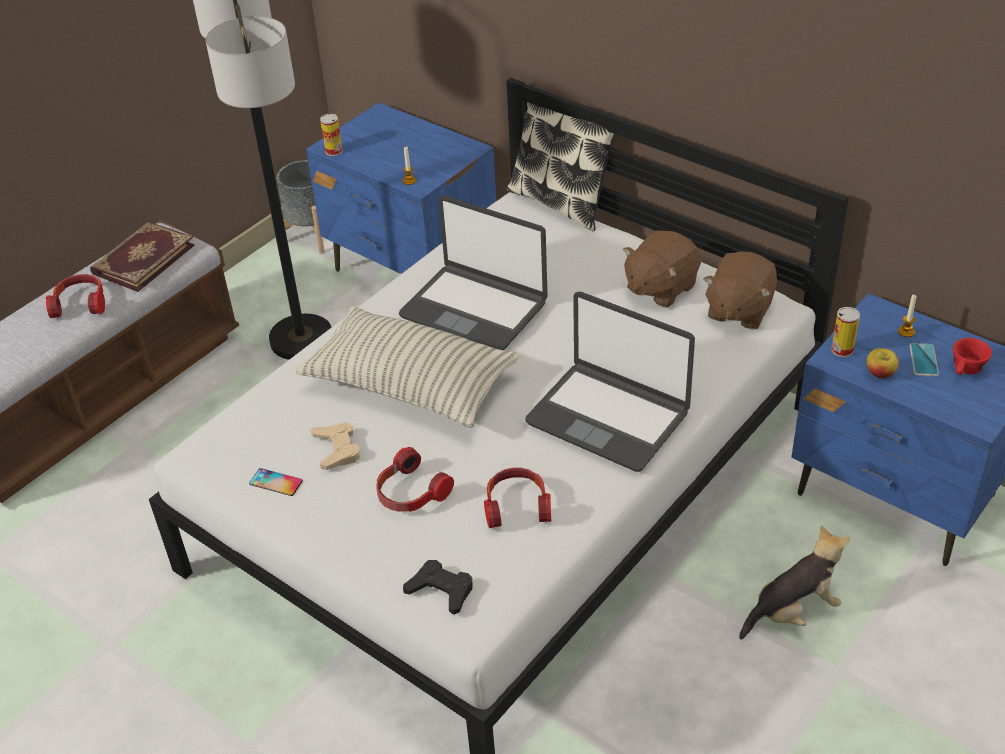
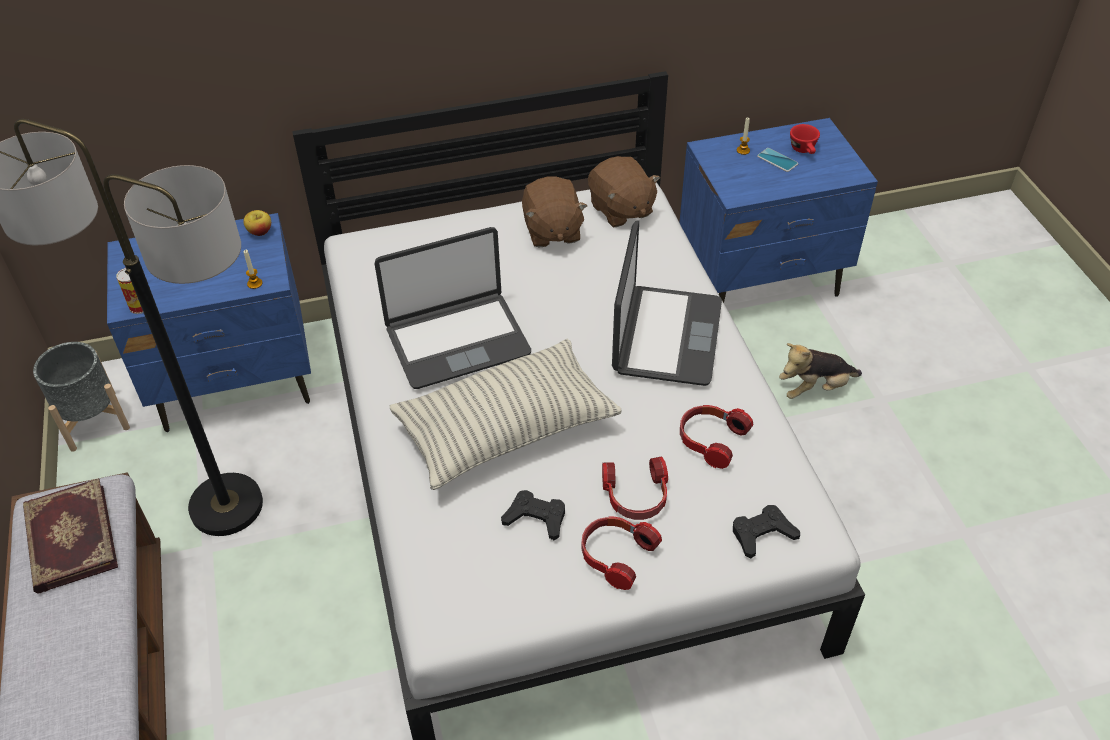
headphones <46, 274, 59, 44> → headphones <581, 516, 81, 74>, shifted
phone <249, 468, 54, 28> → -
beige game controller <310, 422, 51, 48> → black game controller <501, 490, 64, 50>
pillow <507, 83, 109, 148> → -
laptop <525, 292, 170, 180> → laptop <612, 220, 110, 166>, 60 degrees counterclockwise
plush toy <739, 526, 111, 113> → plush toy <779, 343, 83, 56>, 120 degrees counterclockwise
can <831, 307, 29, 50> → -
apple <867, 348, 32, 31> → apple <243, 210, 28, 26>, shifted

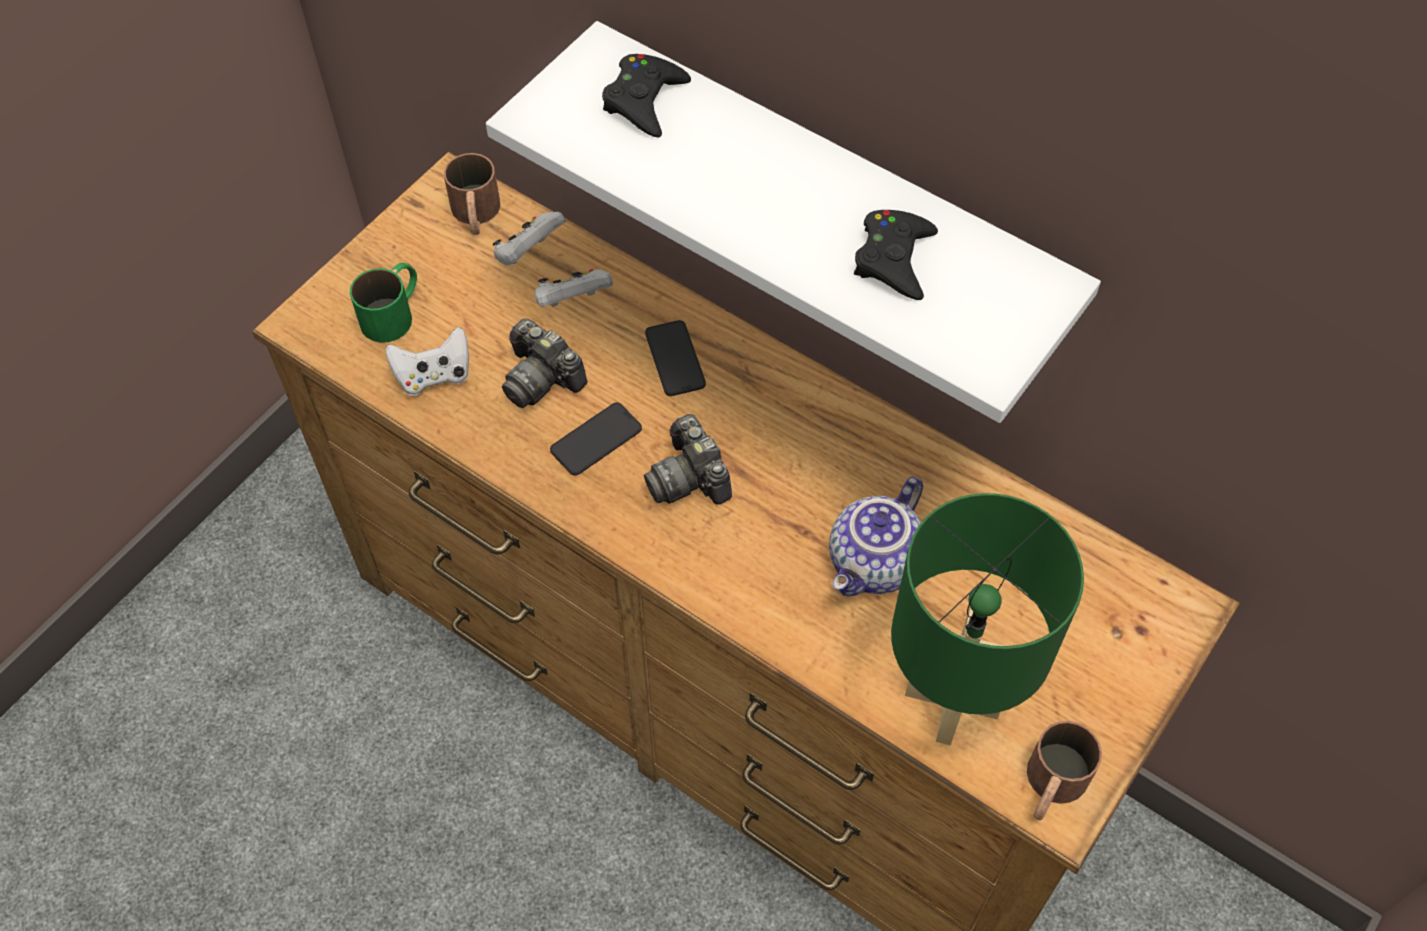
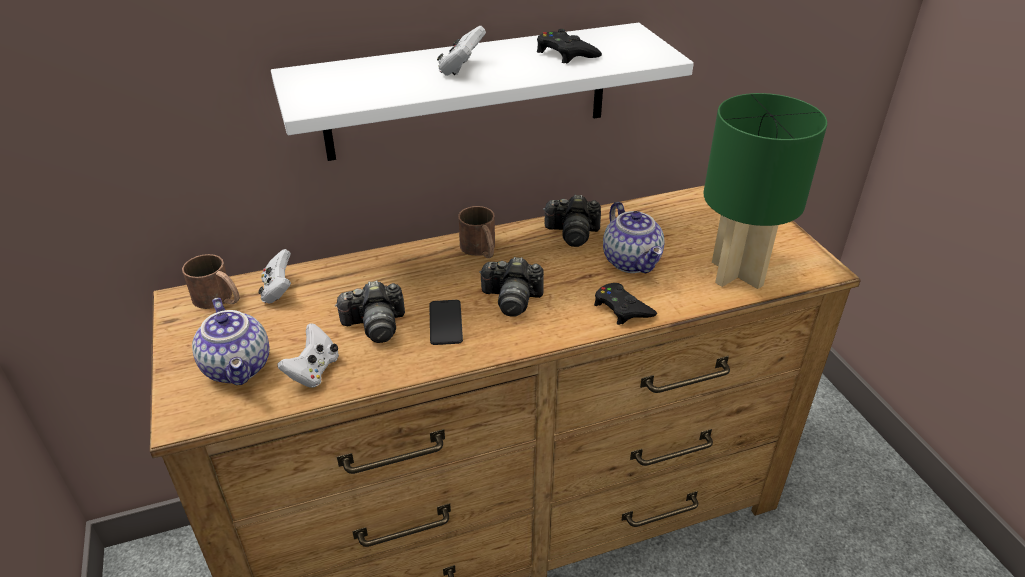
green mug <350, 263, 67, 80> → teapot <192, 297, 78, 88>
white game controller <535, 269, 78, 38> → white game controller <437, 26, 49, 50>, shifted
black game controller <602, 54, 89, 83> → black game controller <594, 283, 63, 42>, shifted
phone <645, 320, 61, 76> → -
brown mug <1027, 721, 75, 99> → brown mug <458, 206, 37, 52>, shifted
- → photo camera <543, 195, 58, 52>

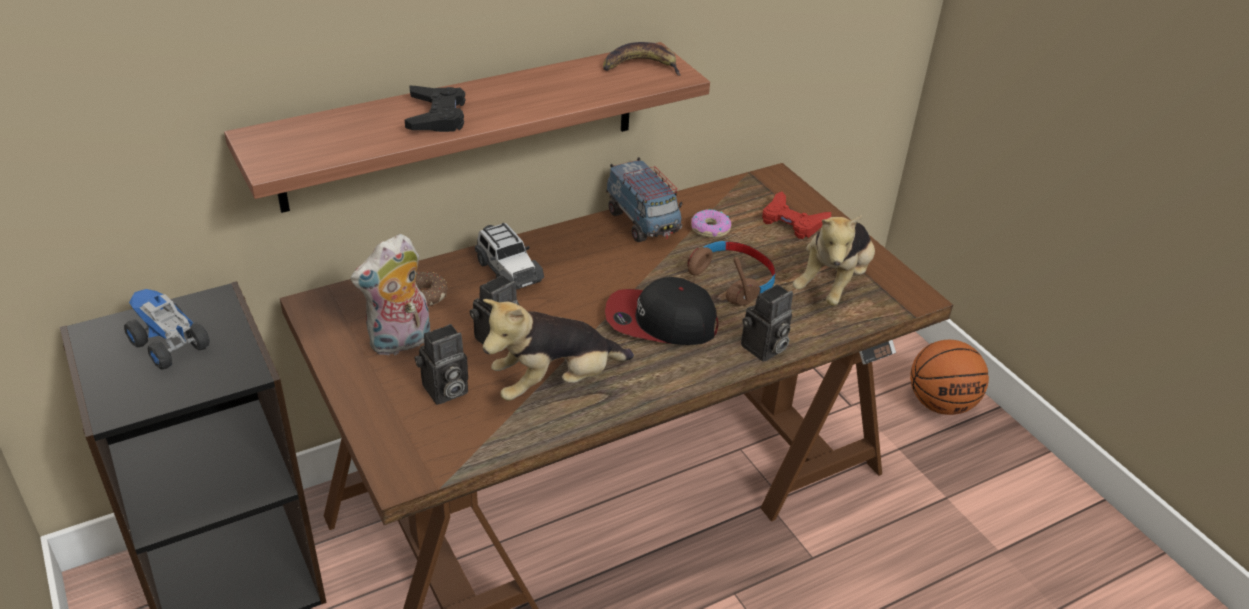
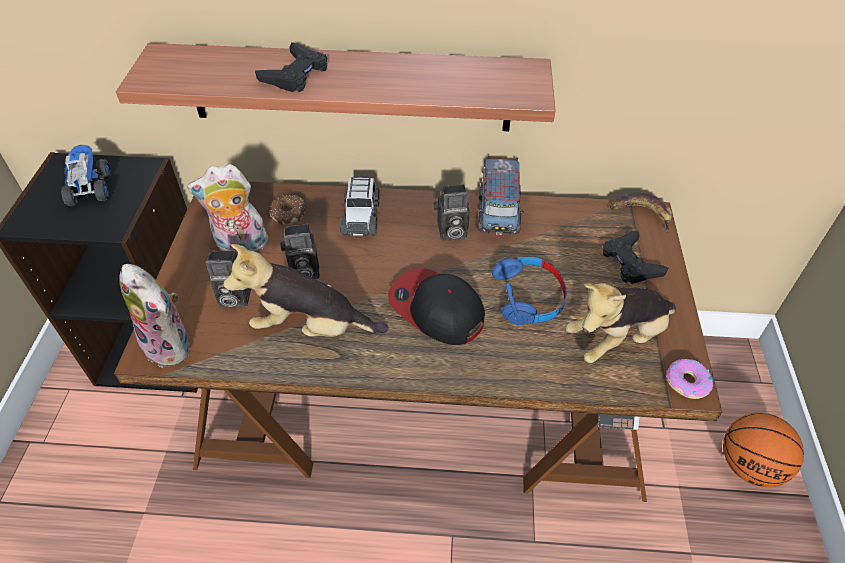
banana <603, 42, 78, 34> → banana <610, 193, 62, 41>, shifted
brown headphones <687, 241, 89, 64> → blue headphones <492, 257, 75, 68>
donut <691, 209, 40, 29> → donut <666, 359, 47, 40>, shifted
photo camera <741, 284, 52, 78> → photo camera <434, 184, 36, 57>, shifted
red game controller <762, 191, 69, 48> → black game controller <603, 231, 65, 53>
- → plush toy <119, 264, 71, 104>

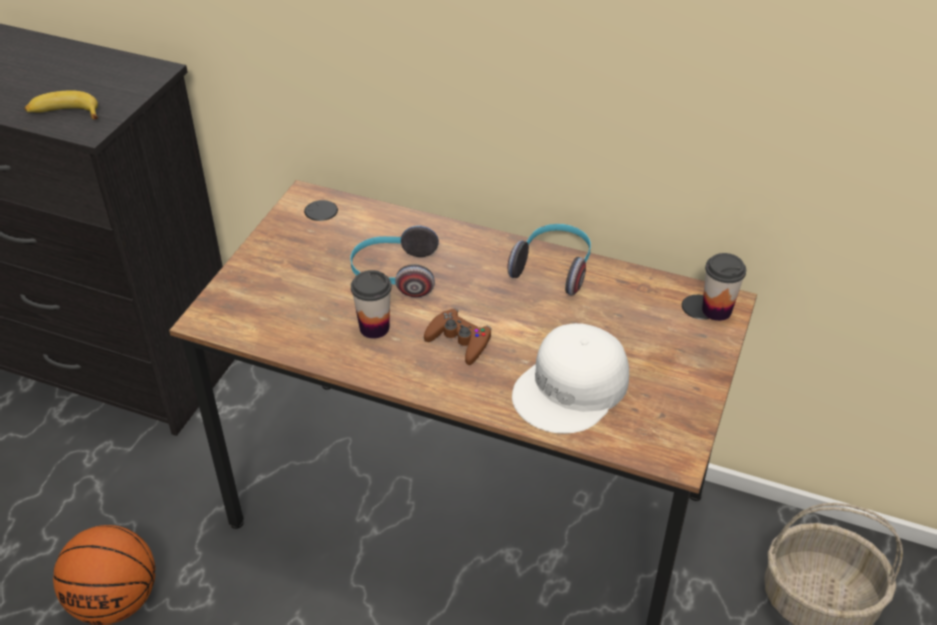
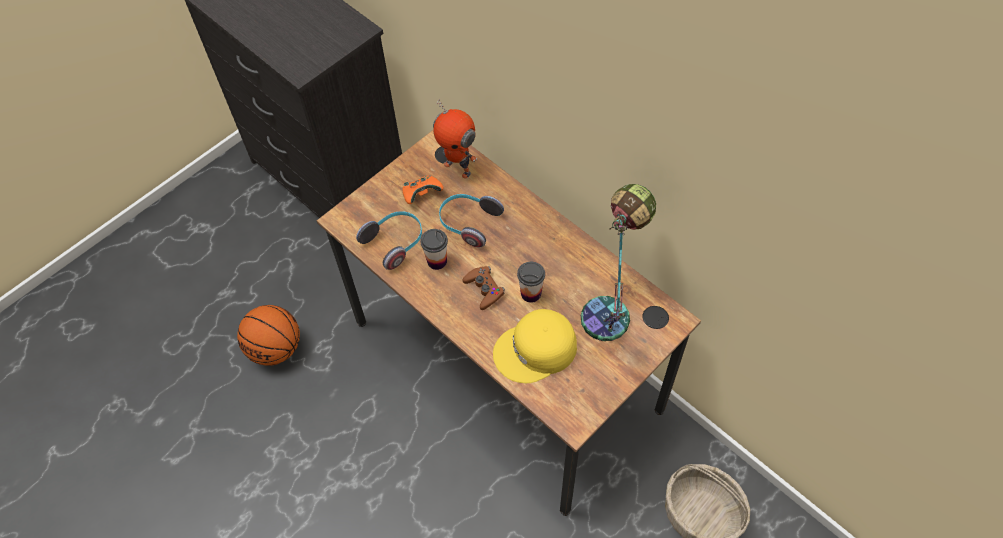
banana <24, 90, 74, 30> → -
headphones <507, 224, 84, 71> → headphones <356, 211, 66, 59>, shifted
white cap <512, 323, 117, 111> → yellow cap <493, 309, 84, 74>
cup <702, 253, 44, 68> → cup <517, 261, 28, 42>, shifted
- → orange game controller <402, 176, 42, 28>
- → toy robot <433, 99, 44, 80>
- → table lamp <581, 184, 75, 157>

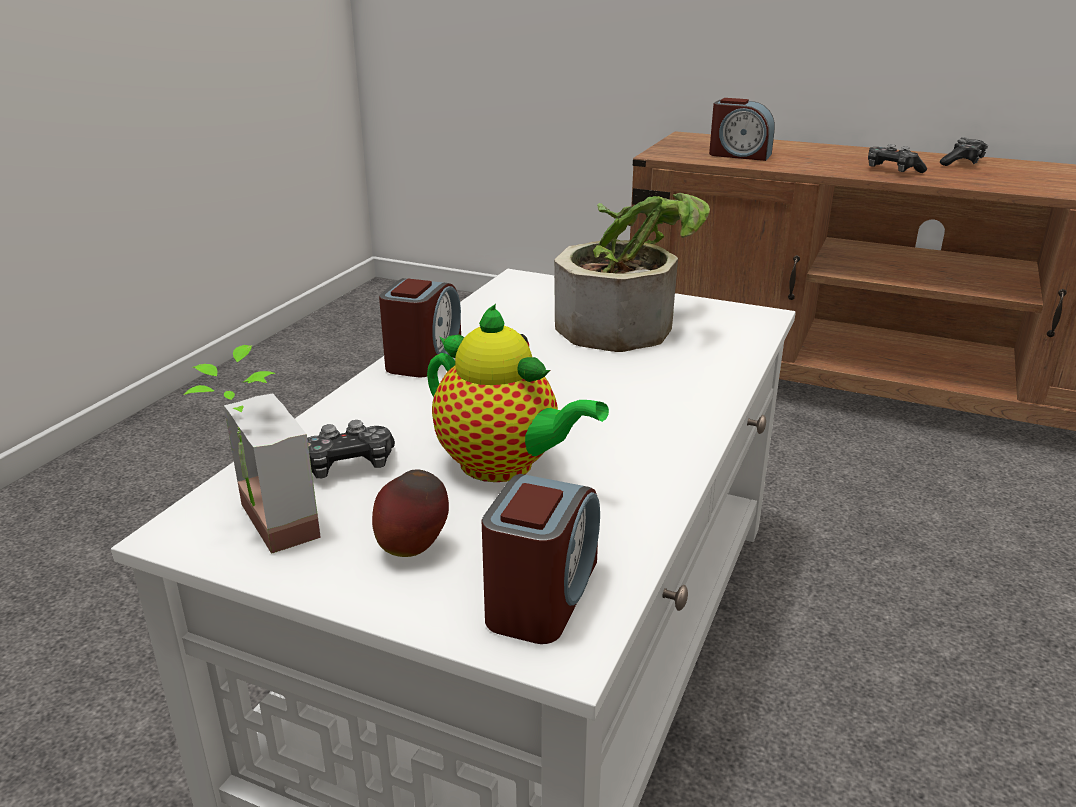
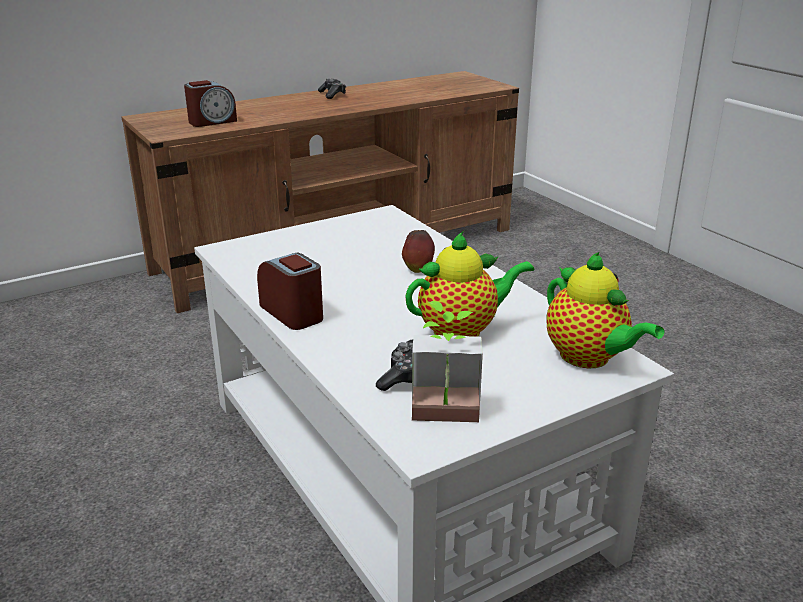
apple <372, 470, 77, 87> → apple <402, 230, 33, 43>, shifted
alarm clock <482, 474, 118, 170> → teapot <547, 252, 117, 117>
potted plant <554, 193, 156, 159> → -
game controller <868, 144, 59, 29> → -

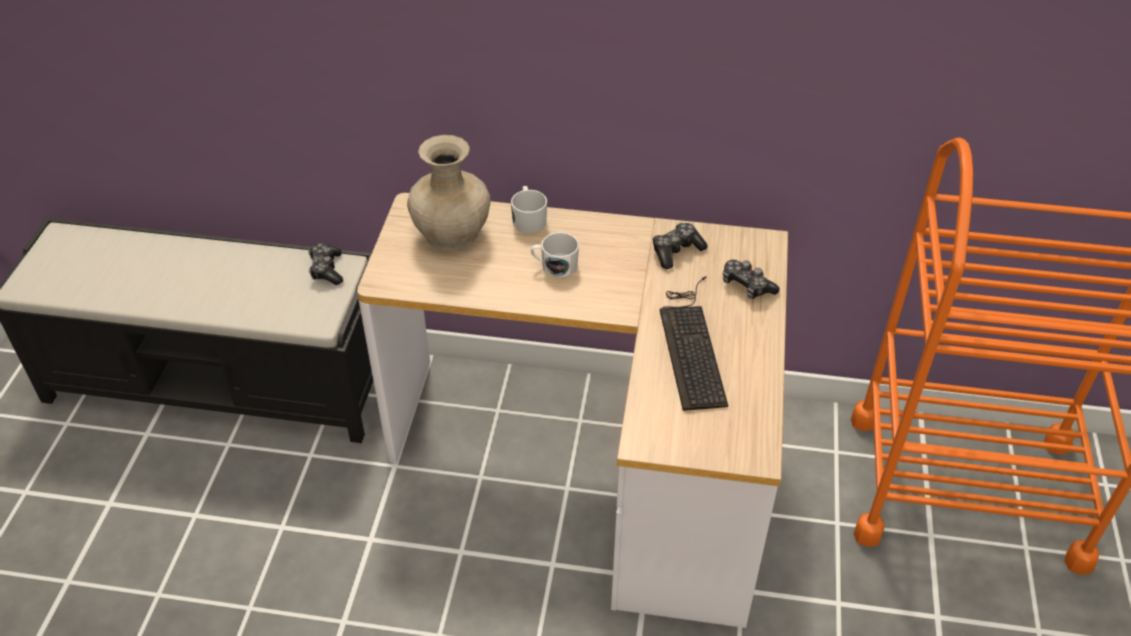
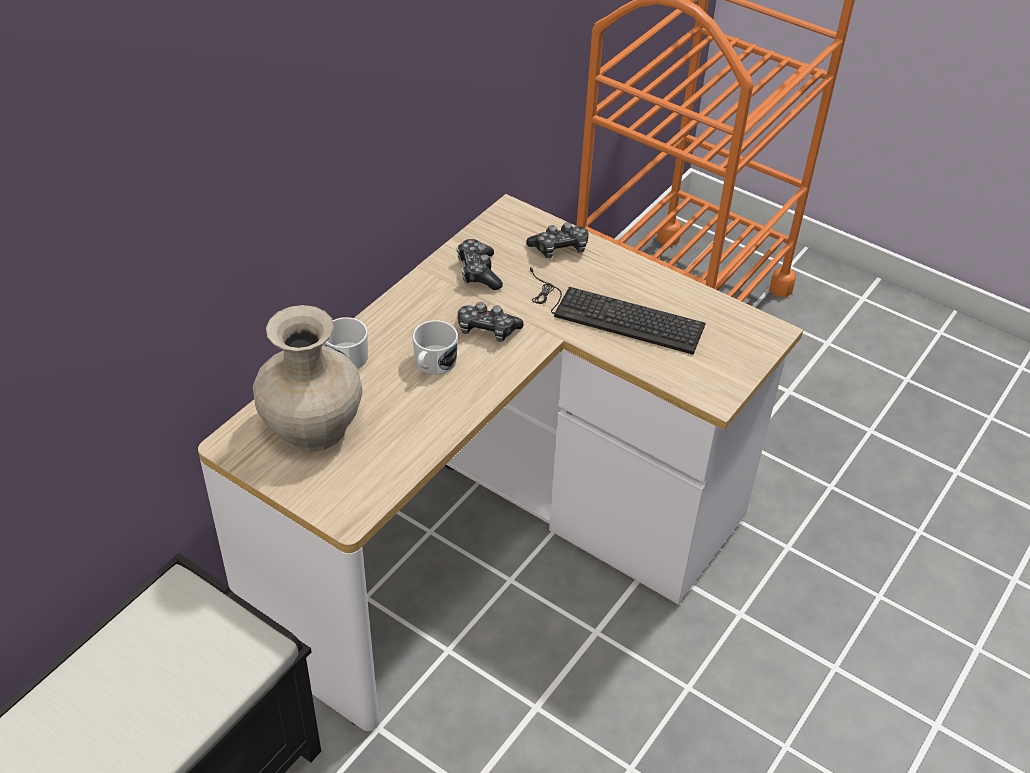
game controller <308, 243, 35, 42> → game controller <458, 302, 66, 40>, shifted

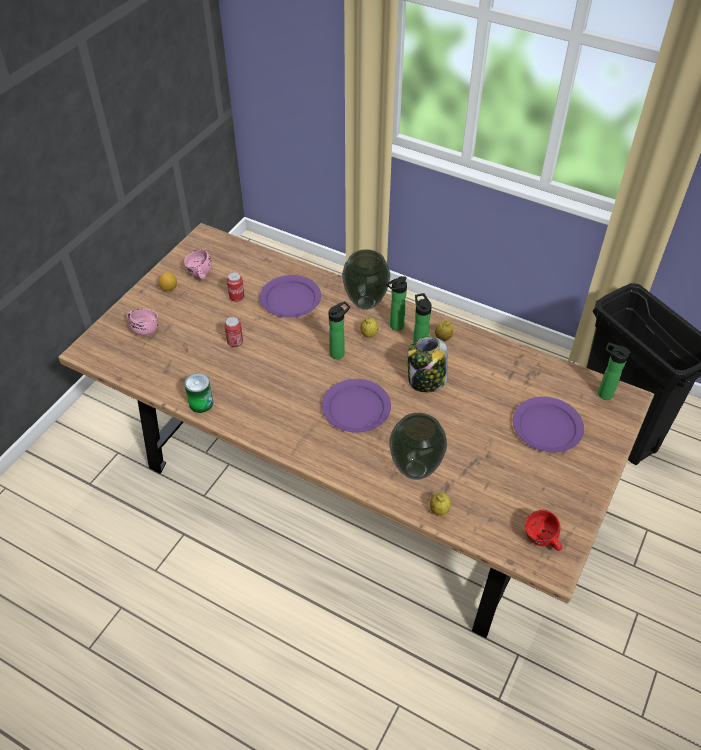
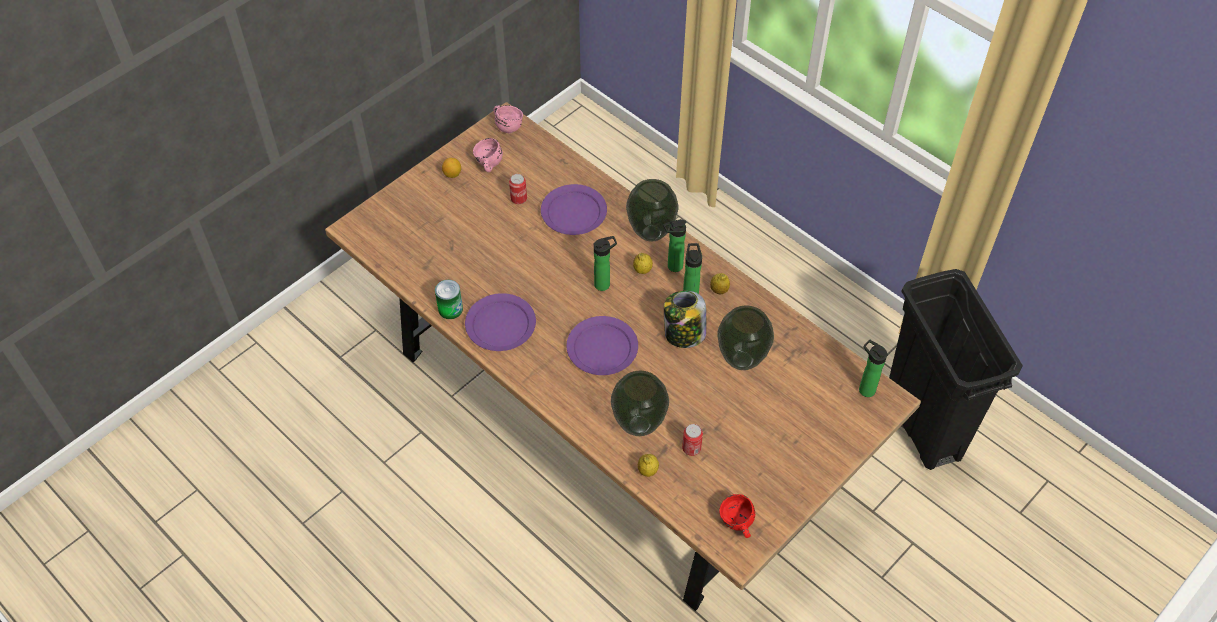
pink mug <127, 309, 31, 27> → pink mug <494, 105, 29, 29>, shifted
can <224, 317, 19, 30> → can <682, 424, 21, 32>, shifted
purple plate <513, 397, 71, 55> → purple plate <465, 293, 71, 58>, shifted
- → vase <717, 306, 57, 64>

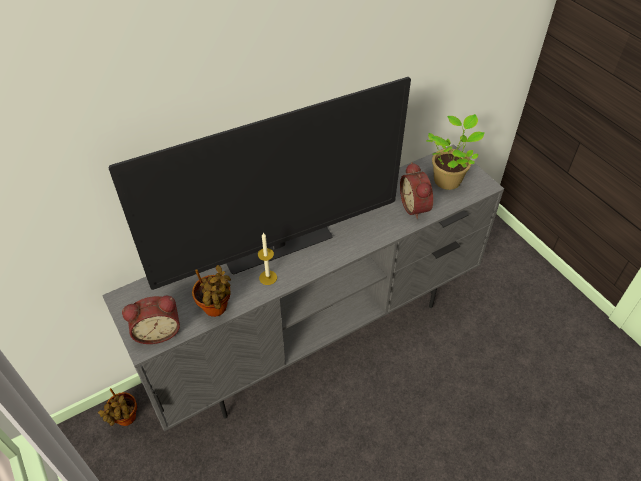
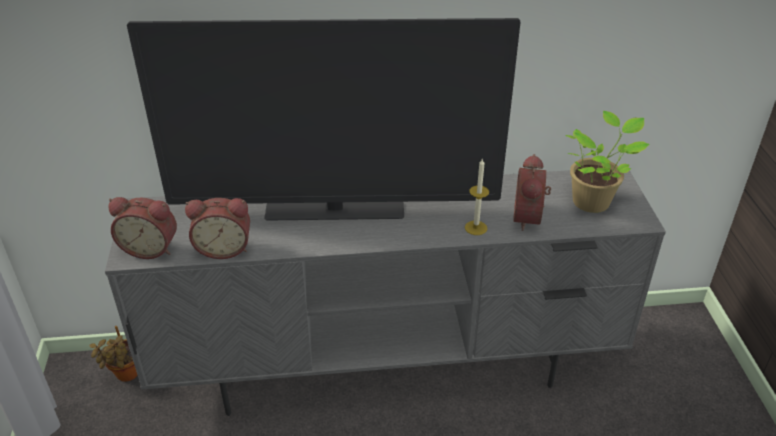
potted plant <192, 265, 39, 52> → alarm clock <185, 198, 65, 61>
candle <258, 232, 19, 53> → candle <465, 158, 24, 77>, shifted

